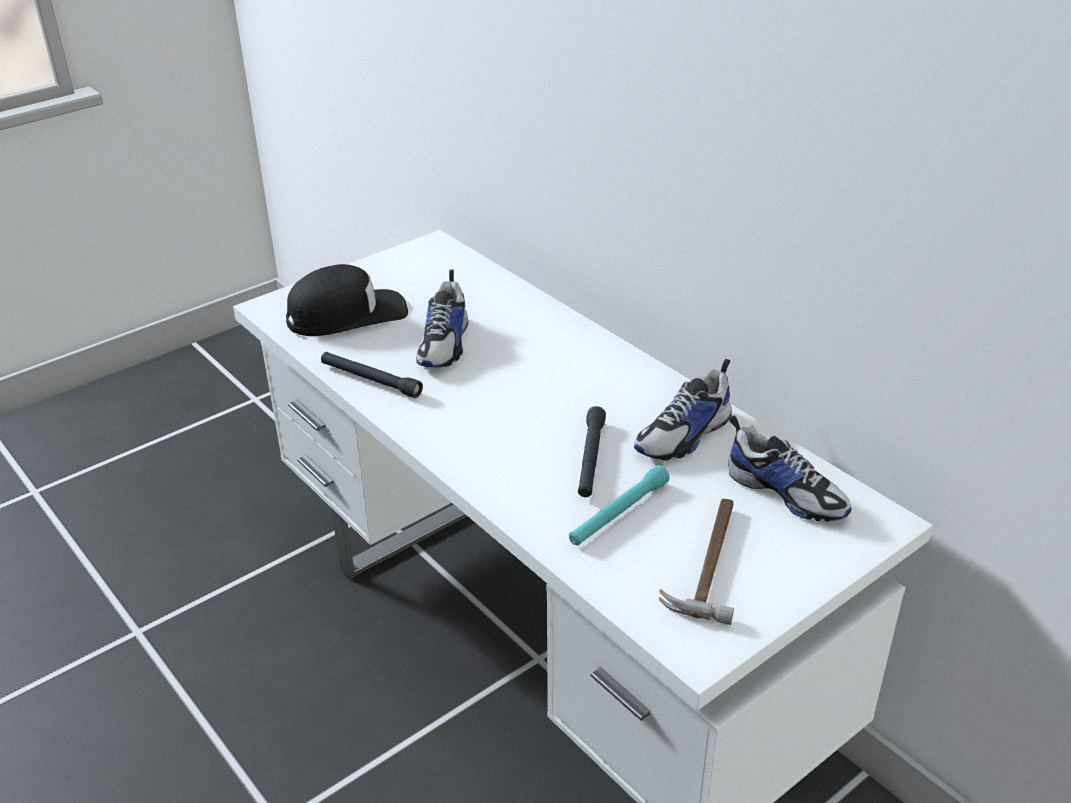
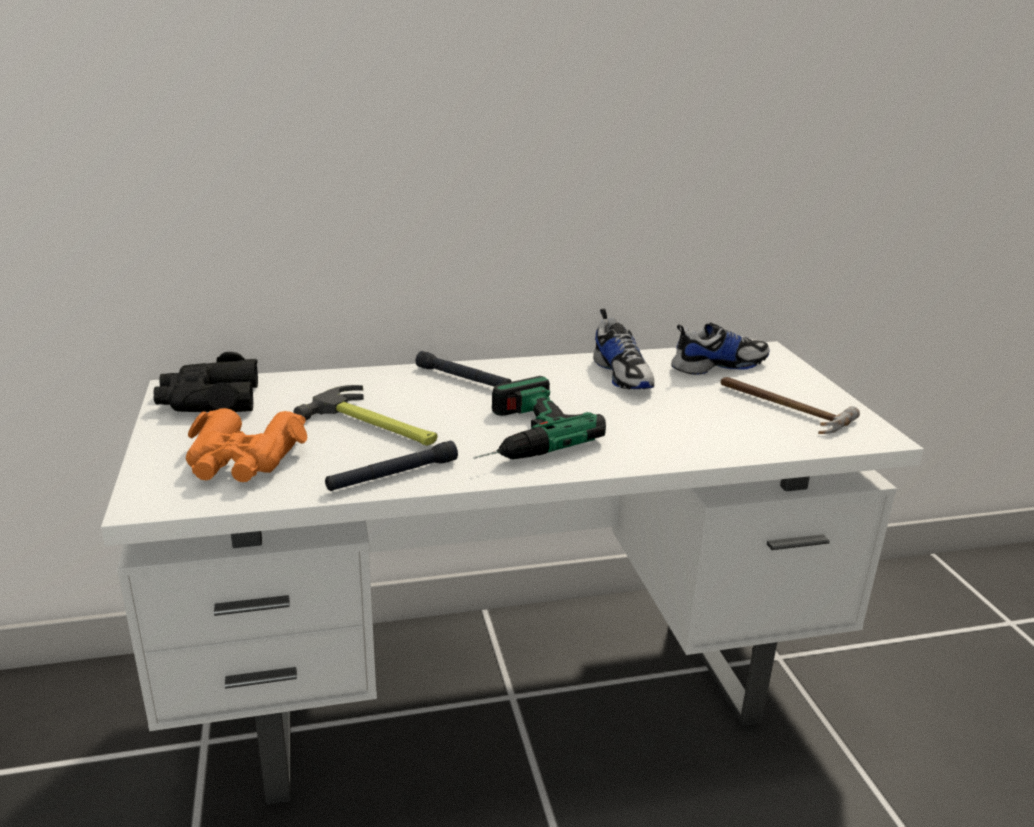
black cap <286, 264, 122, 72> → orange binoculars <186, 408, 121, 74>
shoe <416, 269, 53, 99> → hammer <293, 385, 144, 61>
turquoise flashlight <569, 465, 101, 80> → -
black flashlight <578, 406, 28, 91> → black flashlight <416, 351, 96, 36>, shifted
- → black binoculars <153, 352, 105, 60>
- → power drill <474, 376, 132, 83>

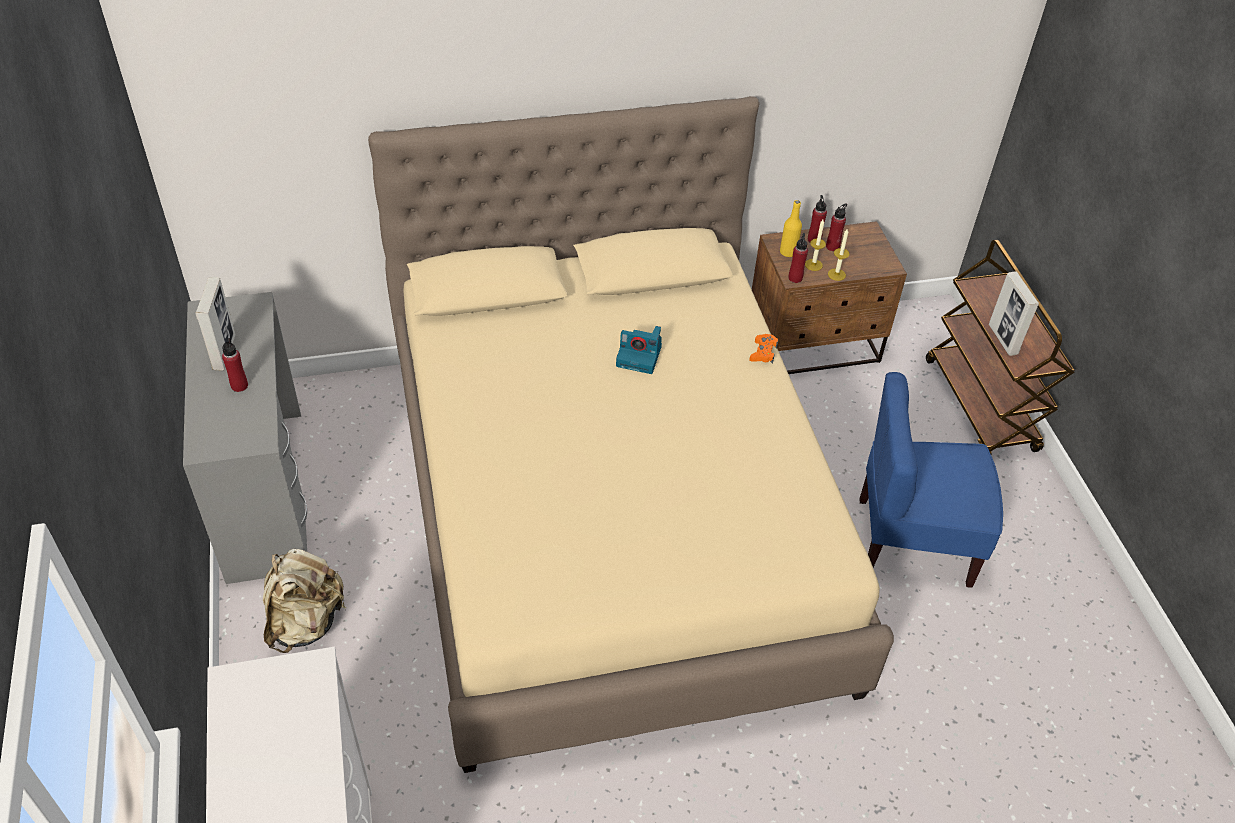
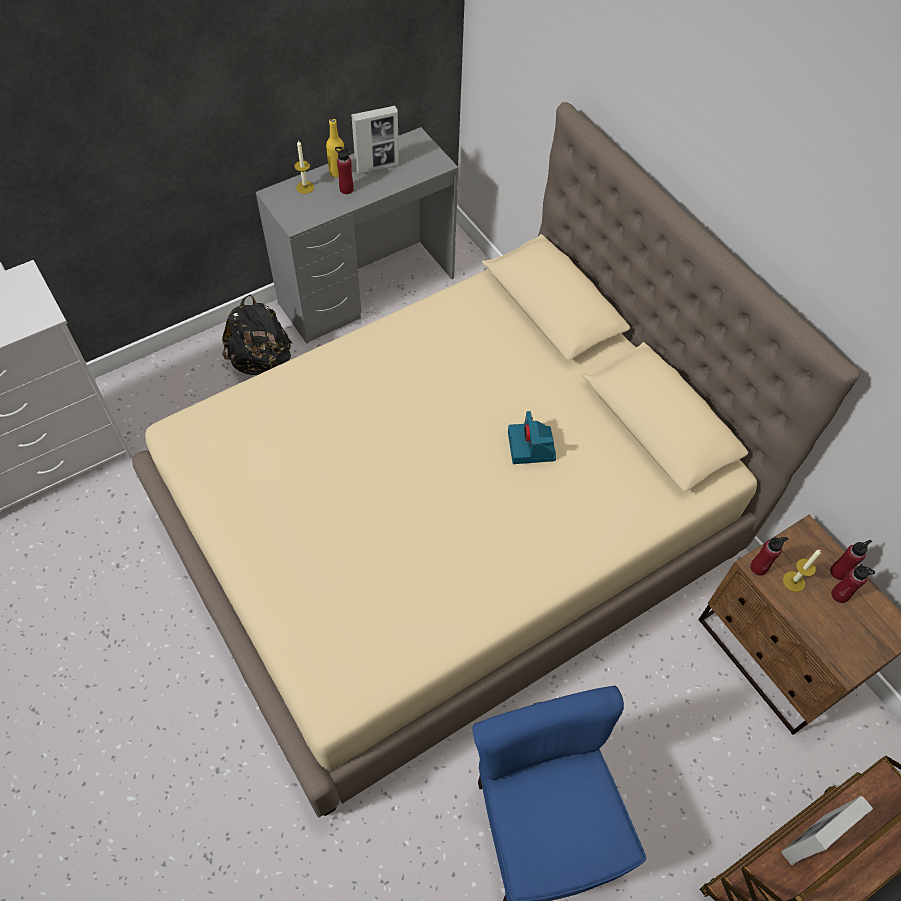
beige backpack <263, 549, 84, 104> → black backpack <222, 294, 70, 81>
orange game controller <749, 334, 29, 30> → -
yellow bottle <780, 200, 22, 57> → yellow bottle <326, 119, 18, 59>, shifted
candle <828, 229, 22, 52> → candle <294, 140, 20, 54>, shifted

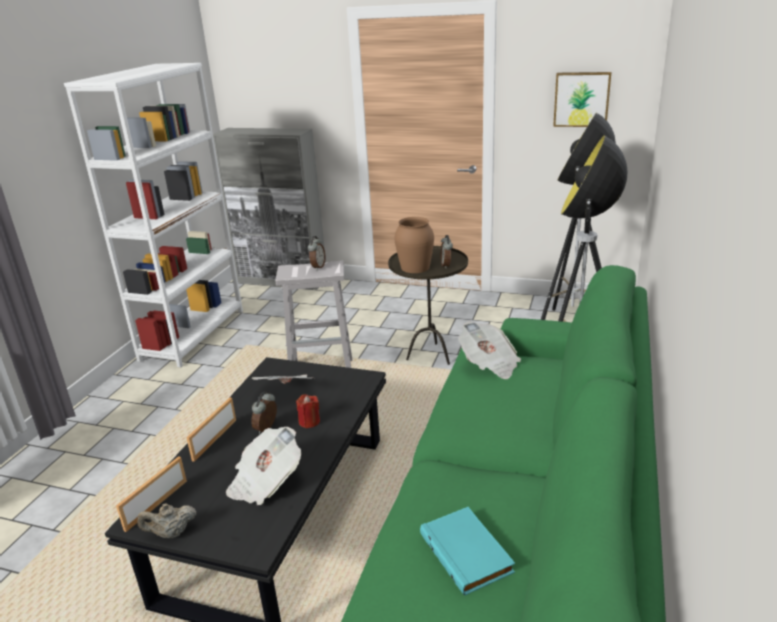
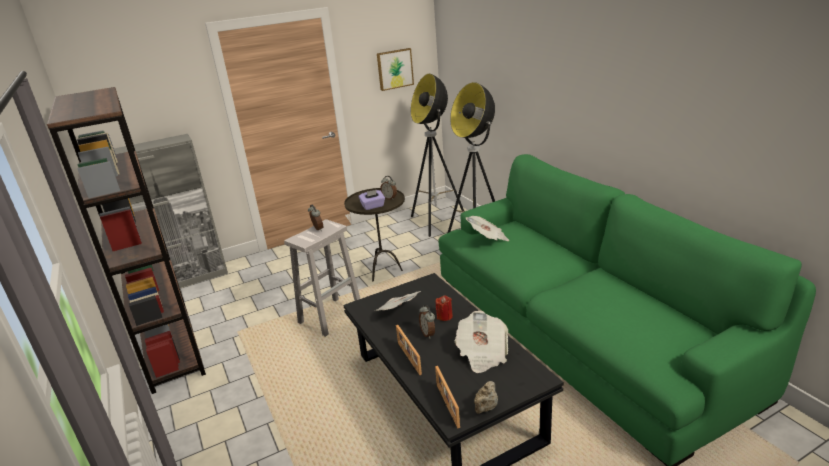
white bookcase <64, 63, 179, 305> → brown bookcase <47, 87, 159, 307>
brown vase <394, 217, 40, 56> → purple tissue box <359, 190, 26, 20>
turquoise book <420, 507, 95, 89> → -

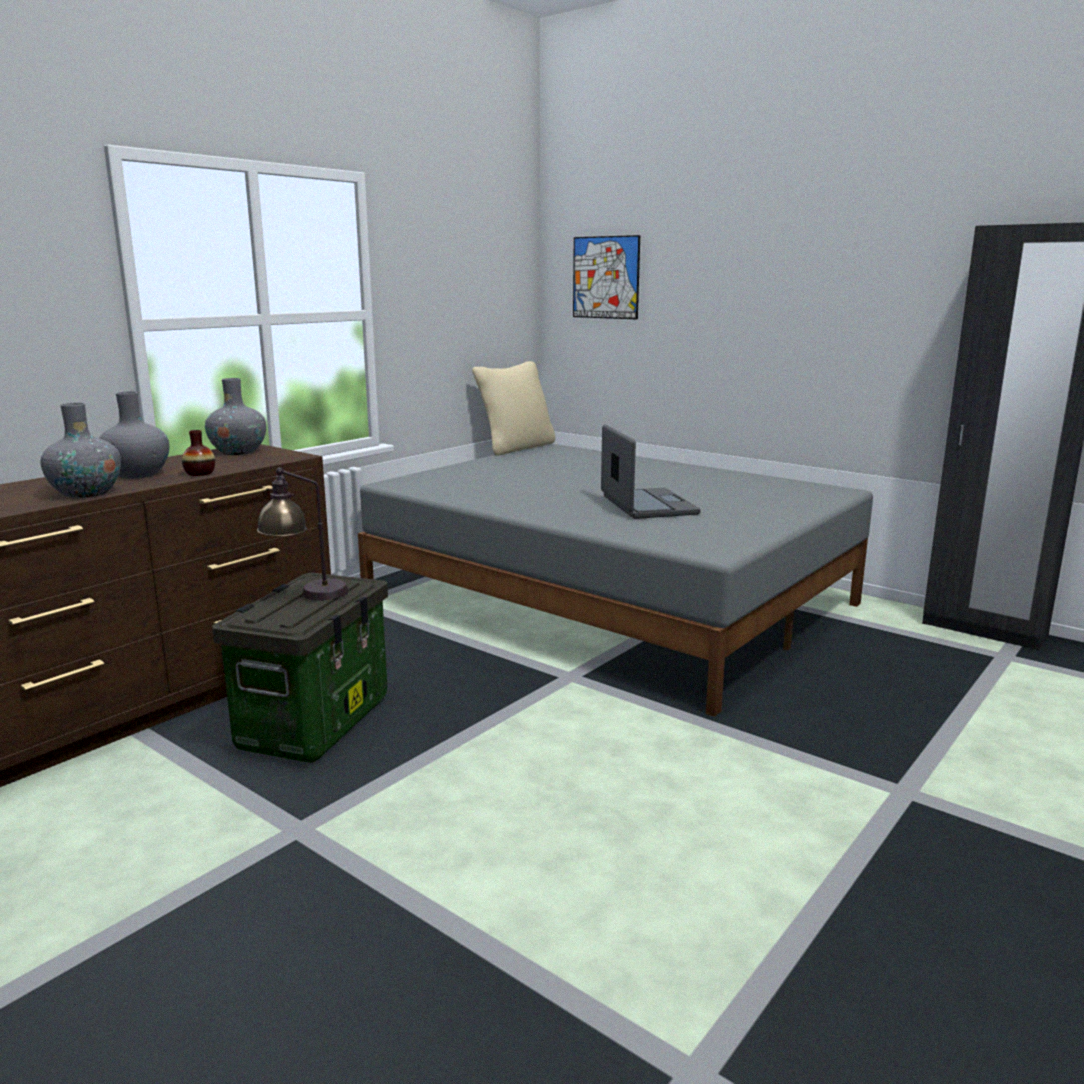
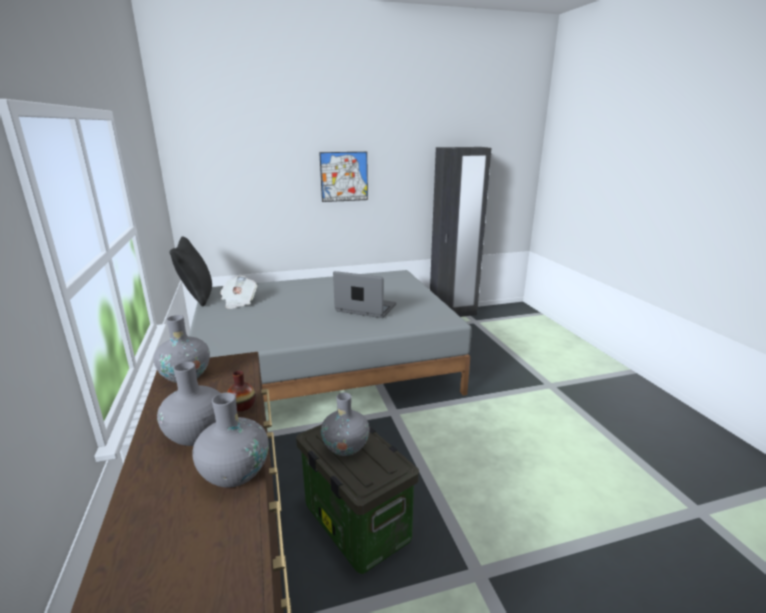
table lamp <257, 467, 92, 134> → grey vase <321, 392, 48, 64>
beige pillow <472, 361, 83, 95> → black pillow <169, 237, 43, 69>
picture <573, 235, 67, 84> → picture <319, 152, 49, 50>, shifted
- → newspaper <220, 276, 37, 33>

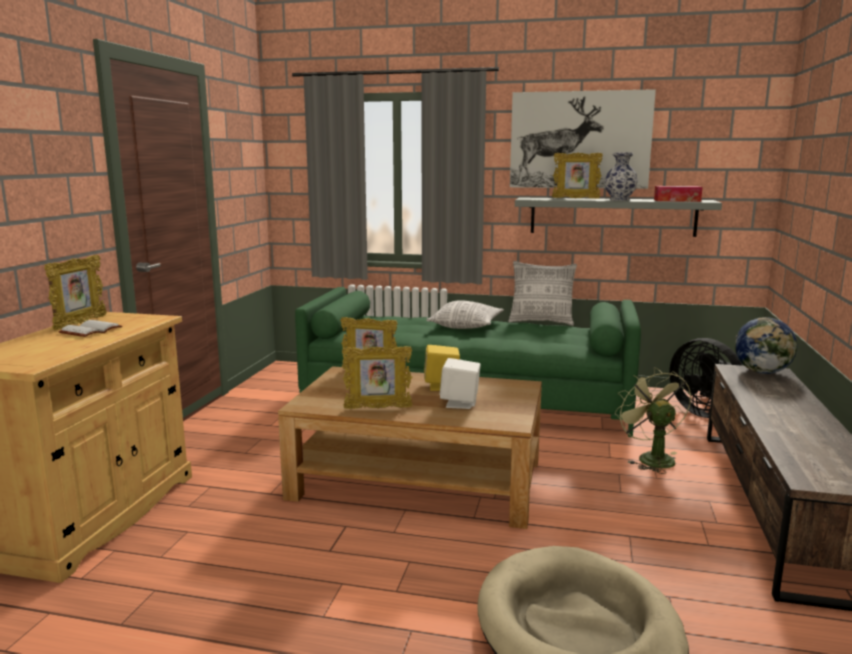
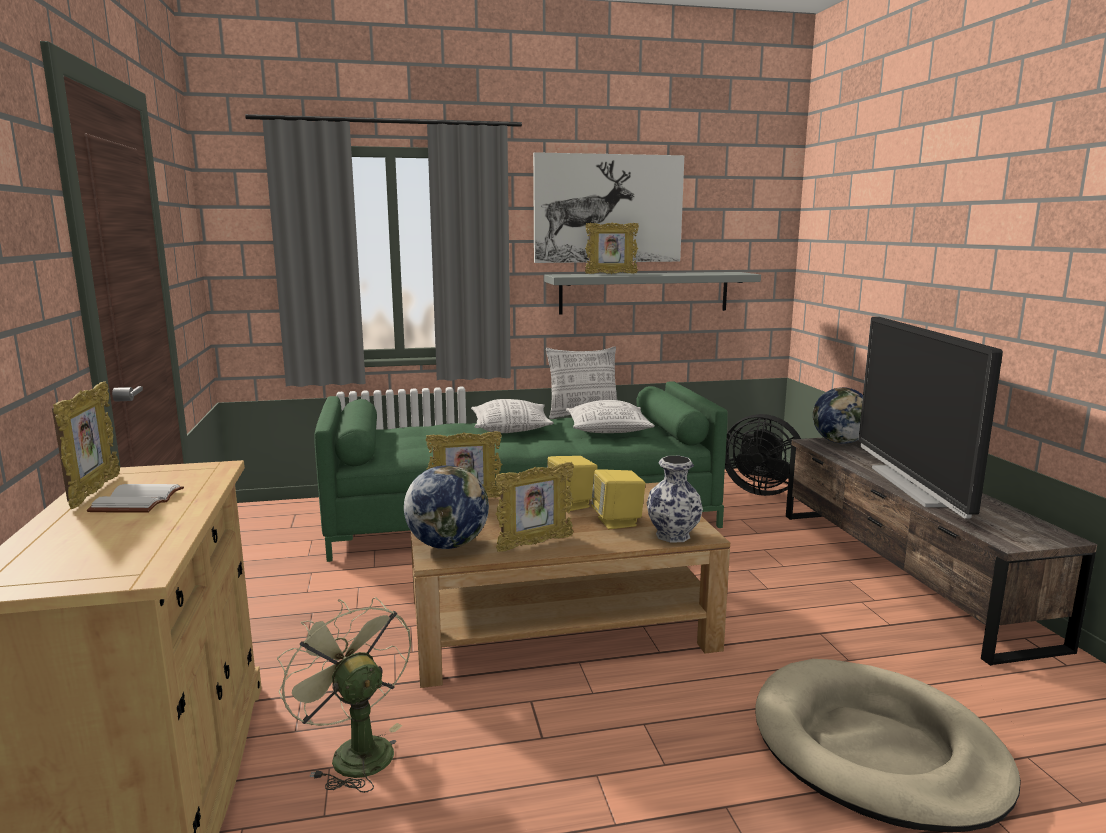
white speaker <440, 358, 41, 51> → yellow speaker <591, 469, 54, 60>
vase <605, 152, 33, 49> → vase <647, 456, 56, 87>, shifted
green fan <615, 367, 77, 107> → green fan <277, 597, 134, 196>, shifted
tissue box <654, 186, 49, 16> → -
- → globe <404, 465, 85, 84>
- → pillow <566, 400, 89, 33>
- → television <859, 317, 144, 202>

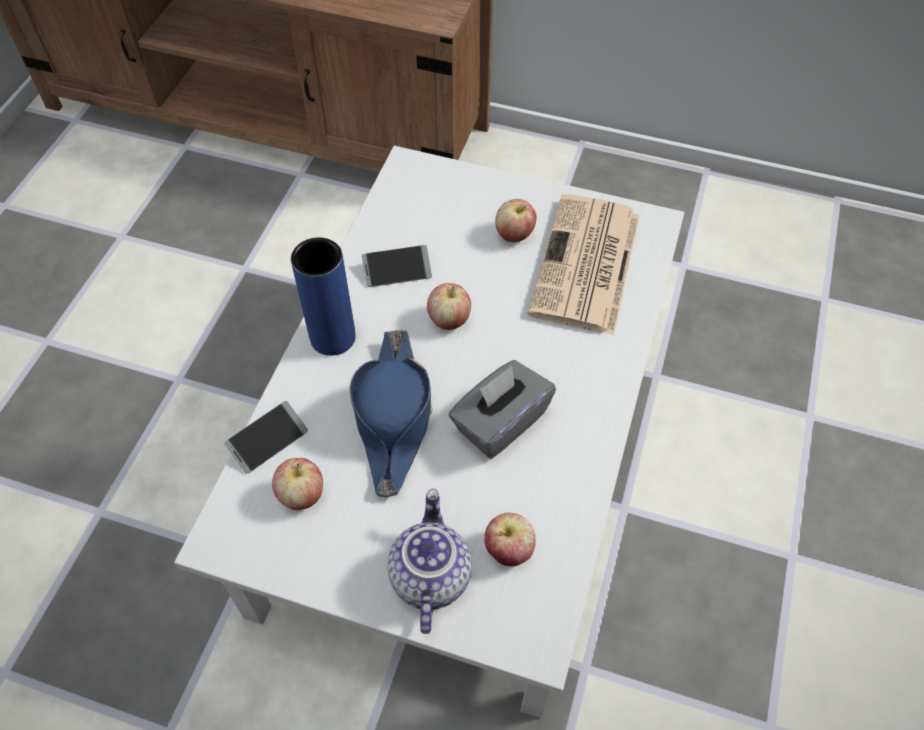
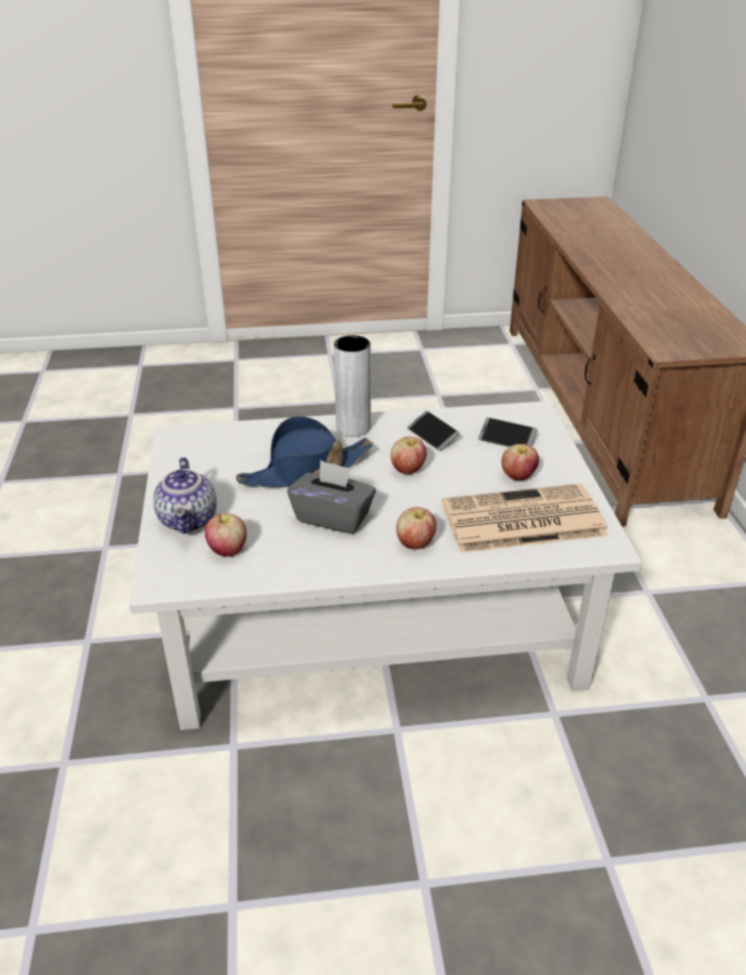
phone <225, 401, 83, 72> → phone <478, 418, 59, 29>, shifted
apple <272, 458, 51, 52> → apple <396, 507, 40, 42>, shifted
blue vase <291, 237, 65, 119> → grey vase <334, 335, 37, 102>
teapot <387, 489, 85, 145> → teapot <153, 457, 64, 77>, 105 degrees clockwise

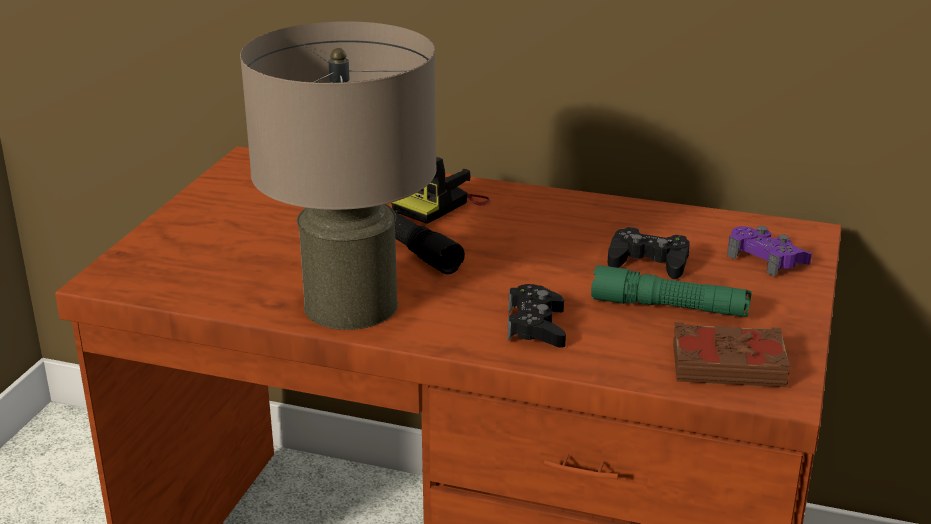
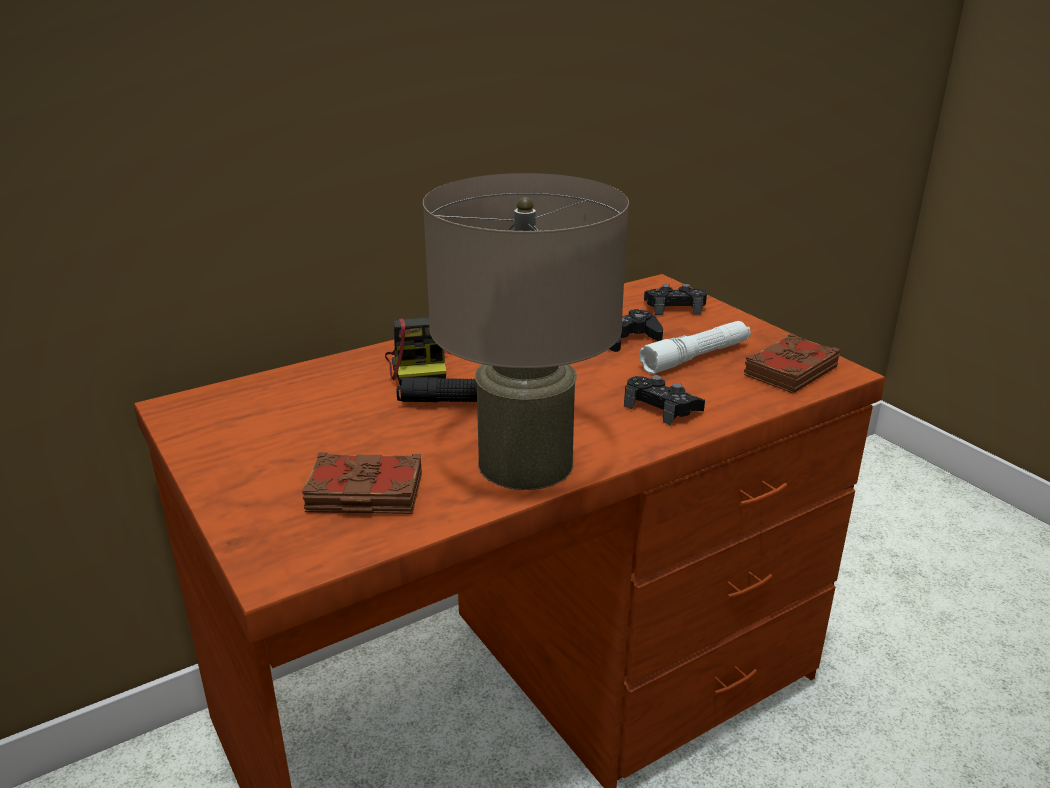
green flashlight <591, 265, 161, 52> → white flashlight <639, 321, 112, 53>
purple game controller <727, 226, 85, 51> → black game controller <644, 284, 63, 31>
- → brown book <302, 452, 120, 62>

